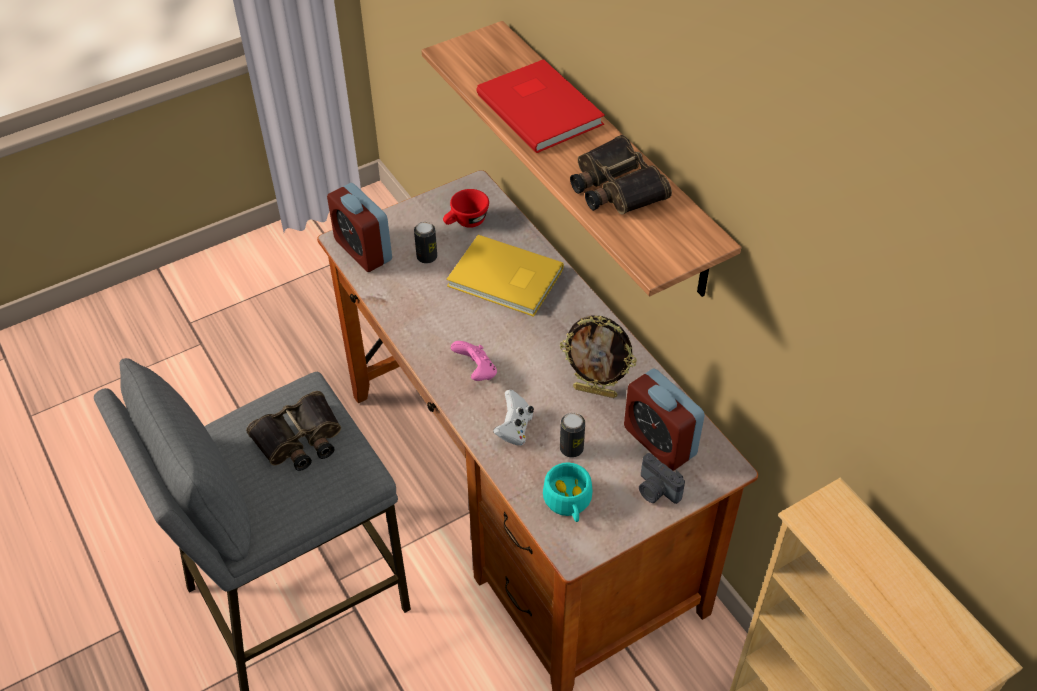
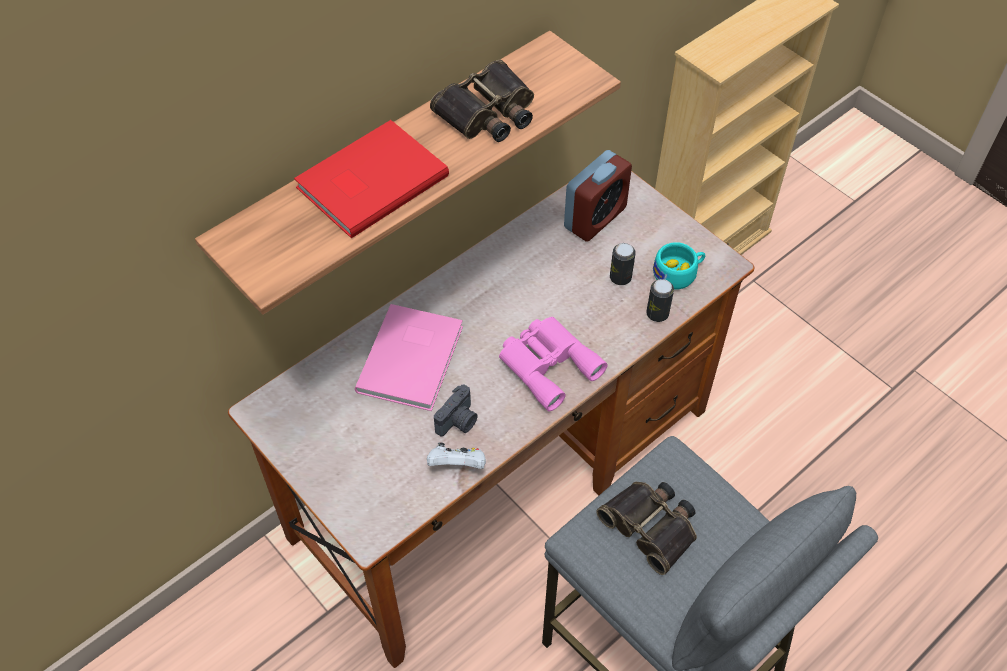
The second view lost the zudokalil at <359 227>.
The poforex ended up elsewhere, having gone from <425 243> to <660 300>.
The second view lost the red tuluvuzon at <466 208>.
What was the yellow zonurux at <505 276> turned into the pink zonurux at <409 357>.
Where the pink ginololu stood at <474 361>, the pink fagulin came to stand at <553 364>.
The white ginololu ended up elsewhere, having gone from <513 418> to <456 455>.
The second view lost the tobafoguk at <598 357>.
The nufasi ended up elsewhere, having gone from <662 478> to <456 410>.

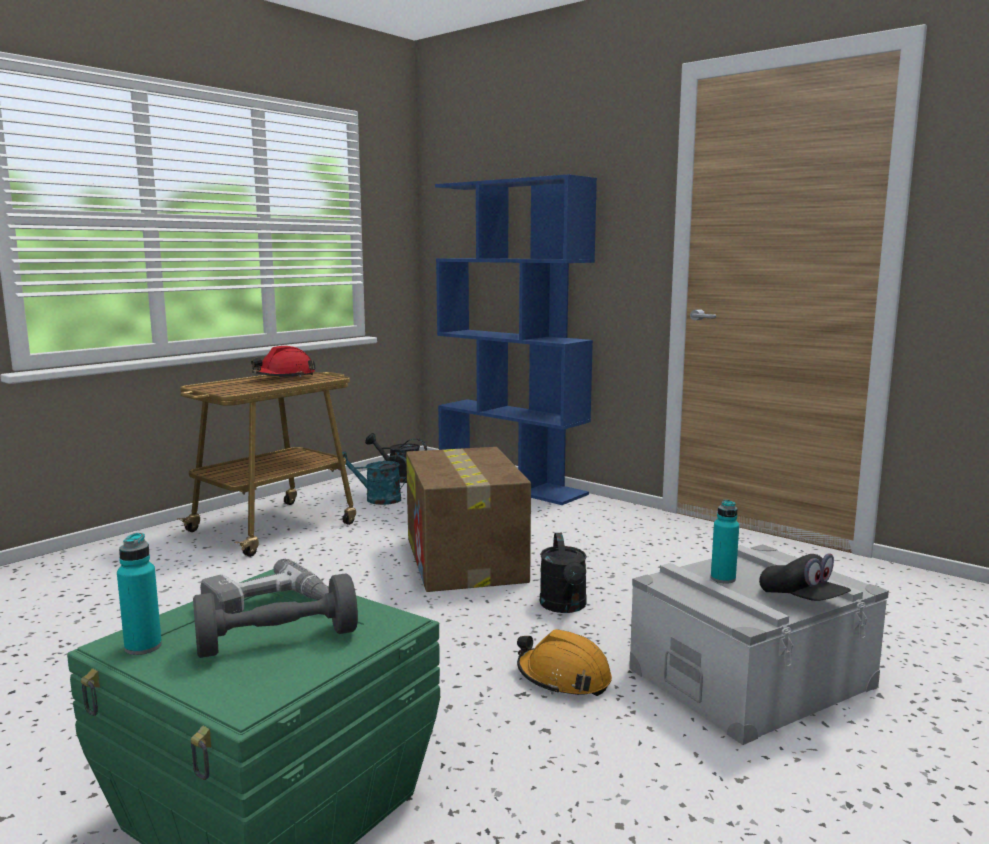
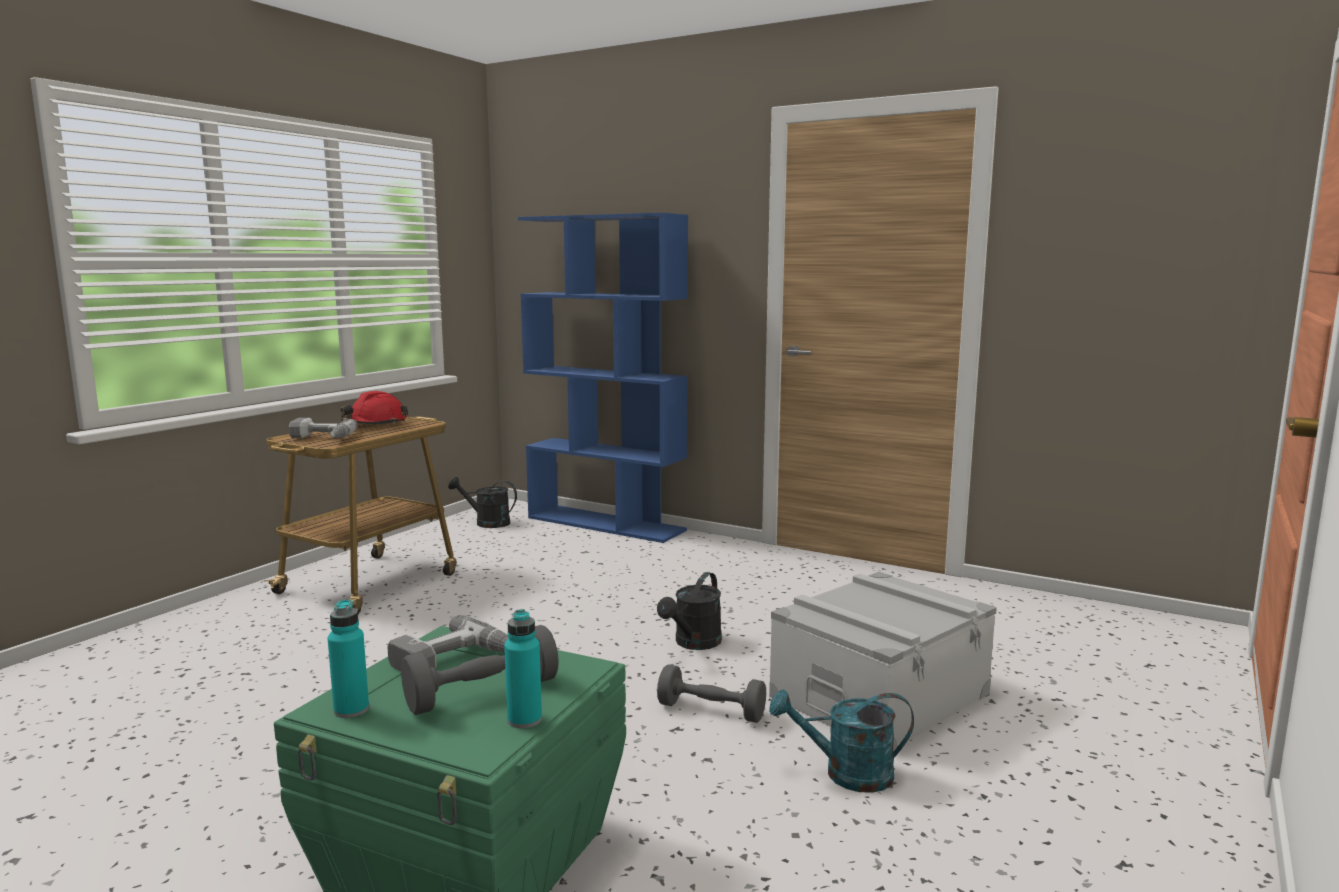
The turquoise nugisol ended up elsewhere, having gone from <374 478> to <841 741>.
The second view lost the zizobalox at <468 519>.
Where the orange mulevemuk stood at <564 662>, the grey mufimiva came to stand at <711 693>.
The black nugisol at <563 573> ended up facing another way, 45 degrees clockwise from before.
The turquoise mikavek ended up elsewhere, having gone from <725 542> to <523 669>.
The second view lost the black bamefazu at <805 577>.
The second view gained the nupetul at <323 428>.

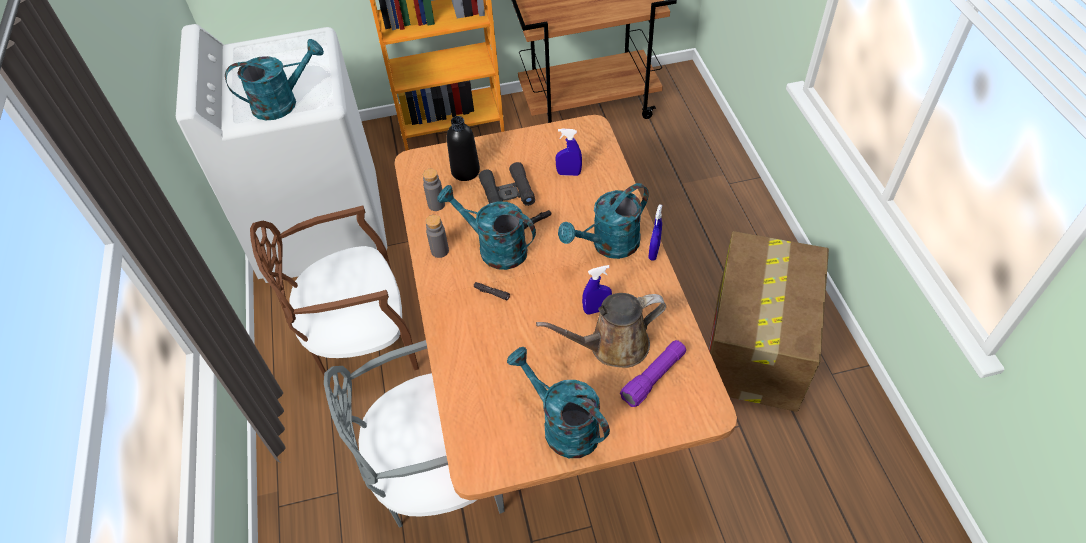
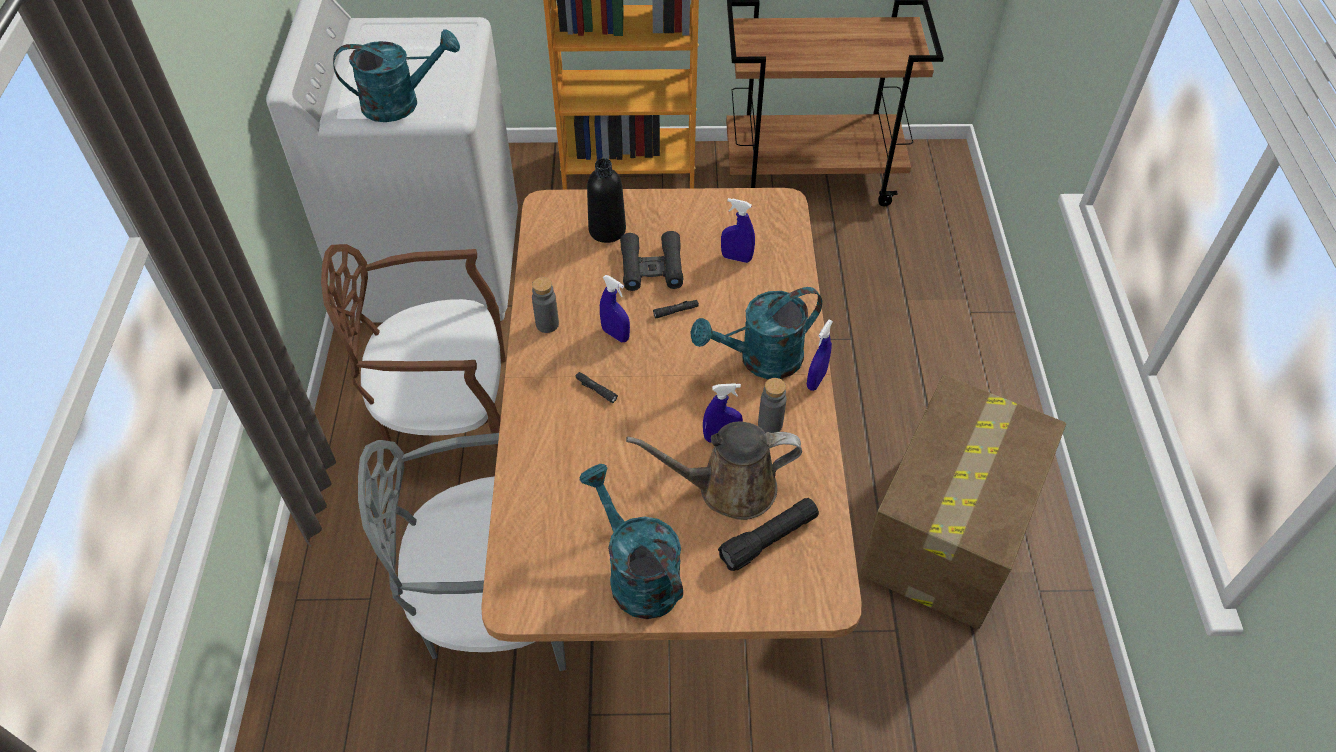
The grey mikavek ended up elsewhere, having gone from <434 190> to <772 405>.
Where the turquoise nugisol stood at <486 227>, the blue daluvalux came to stand at <615 308>.
What was the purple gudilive at <653 373> turned into the black gudilive at <768 534>.

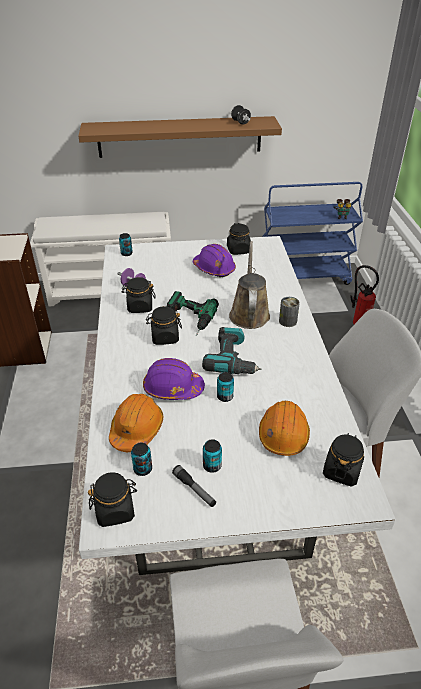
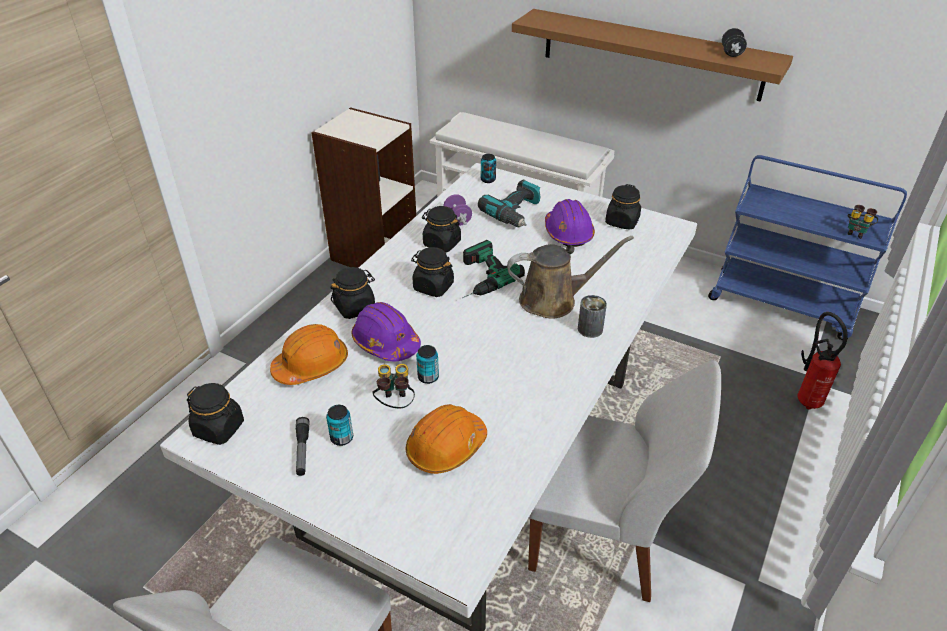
The second view lost the poforex at <141 459>.
The nupetul ended up elsewhere, having gone from <231 350> to <509 204>.
The brown nugisol at <249 285> ended up facing another way, 45 degrees clockwise from before.
The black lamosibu ended up elsewhere, having gone from <343 459> to <352 293>.
The second view gained the fagulin at <393 386>.

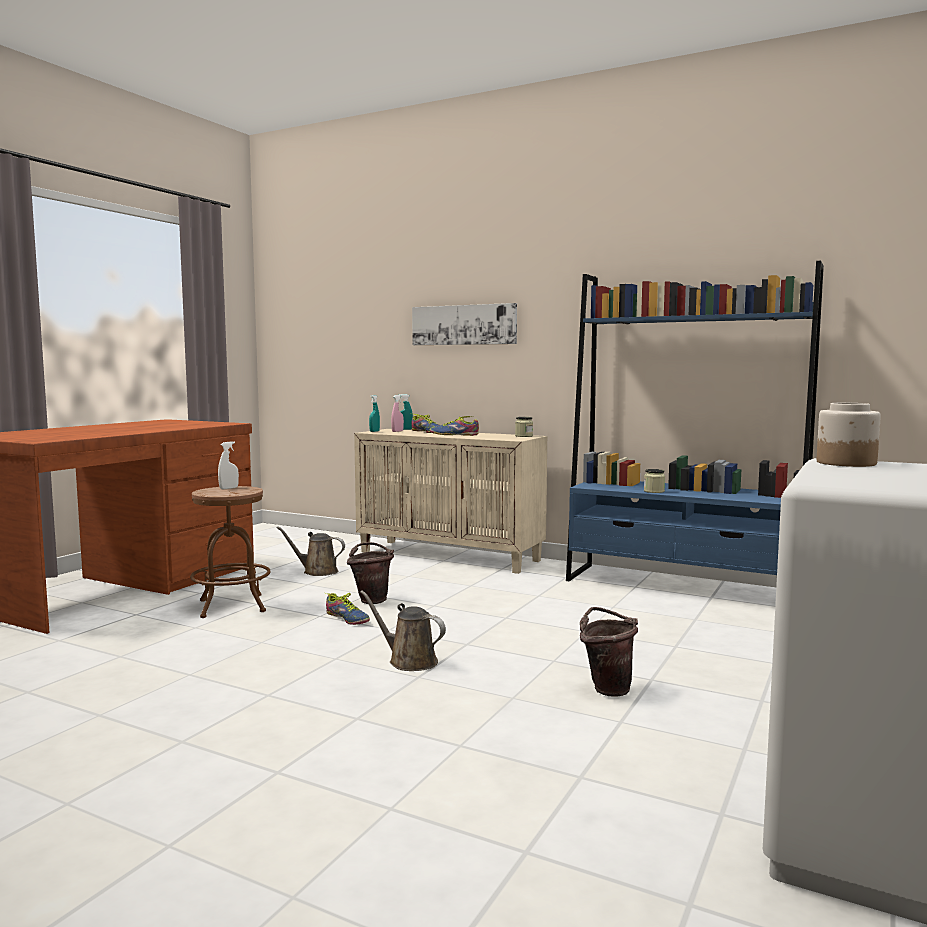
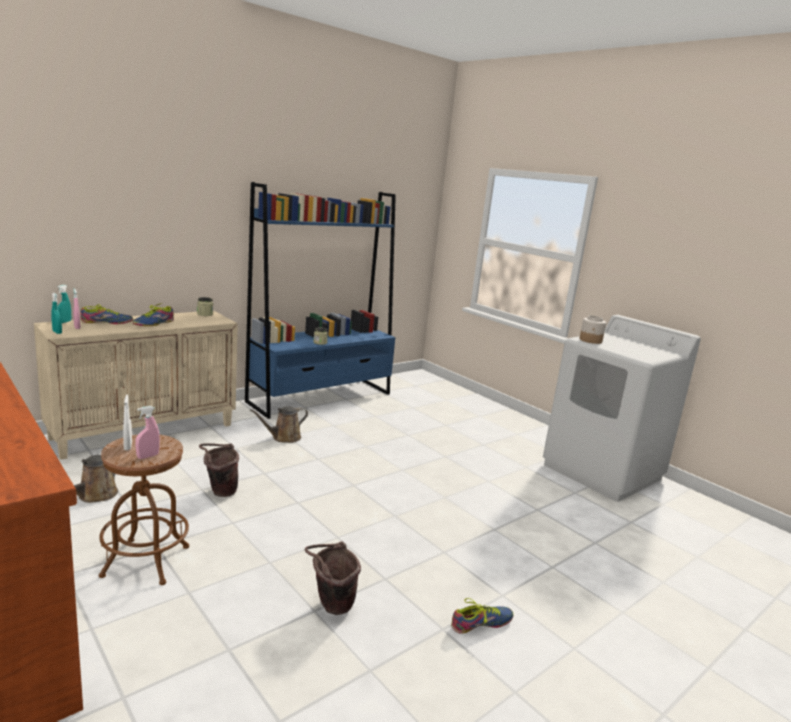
The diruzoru ended up elsewhere, having gone from <348 609> to <482 616>.
The brown nugisol ended up elsewhere, having gone from <403 630> to <279 424>.
The second view lost the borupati at <464 324>.
The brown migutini ended up elsewhere, having gone from <609 652> to <333 578>.
The second view gained the pink daluvalux at <147 432>.

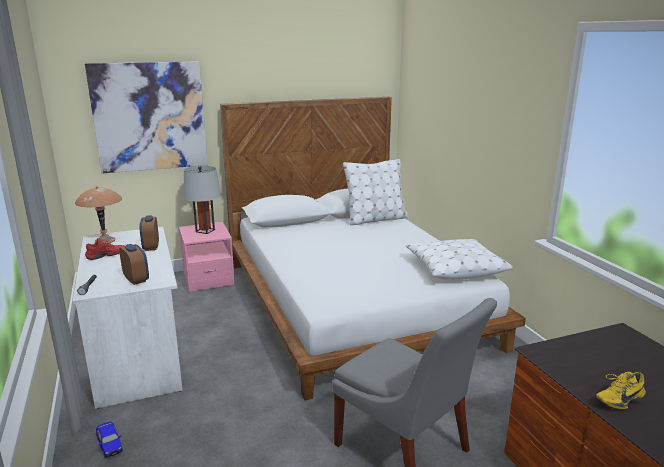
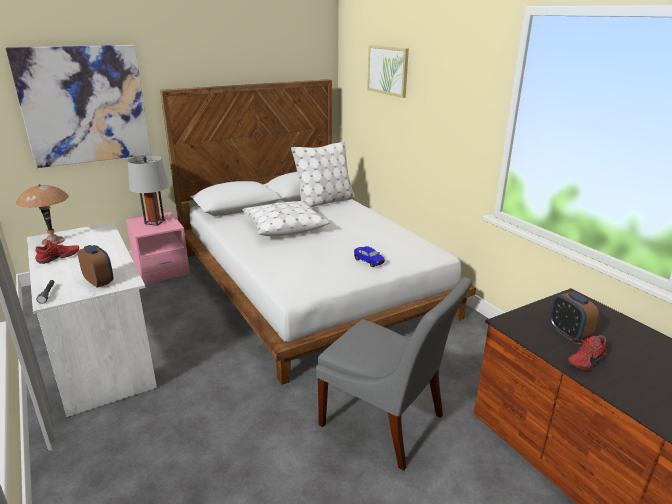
The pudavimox ended up elsewhere, having gone from <109 440> to <369 257>.
The zudokalil ended up elsewhere, having gone from <149 233> to <574 316>.
The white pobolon ended up elsewhere, having gone from <459 259> to <286 218>.
What was the yellow diruzoru at <621 391> turned into the red diruzoru at <587 353>.
The second view gained the borupati at <388 71>.

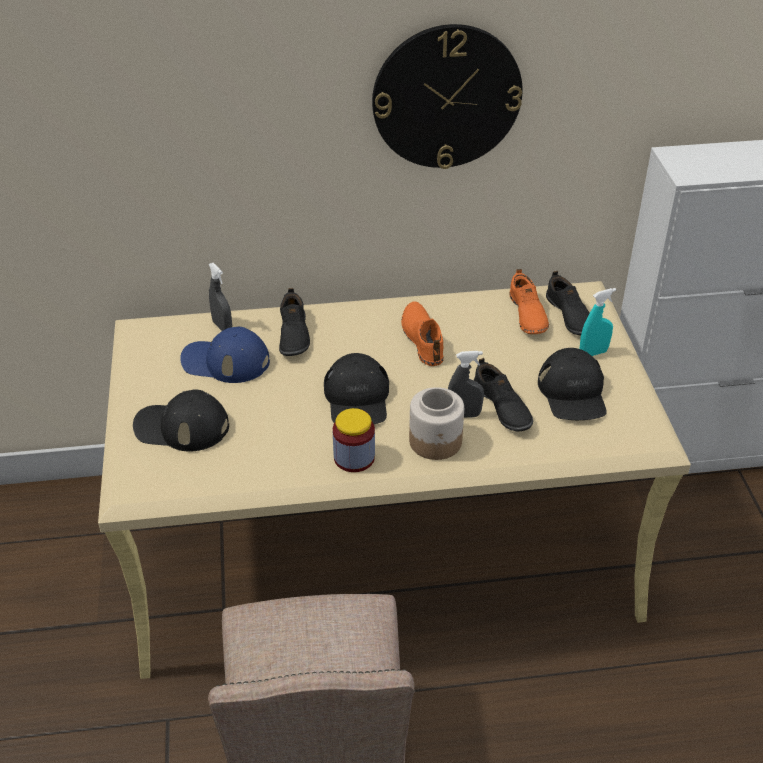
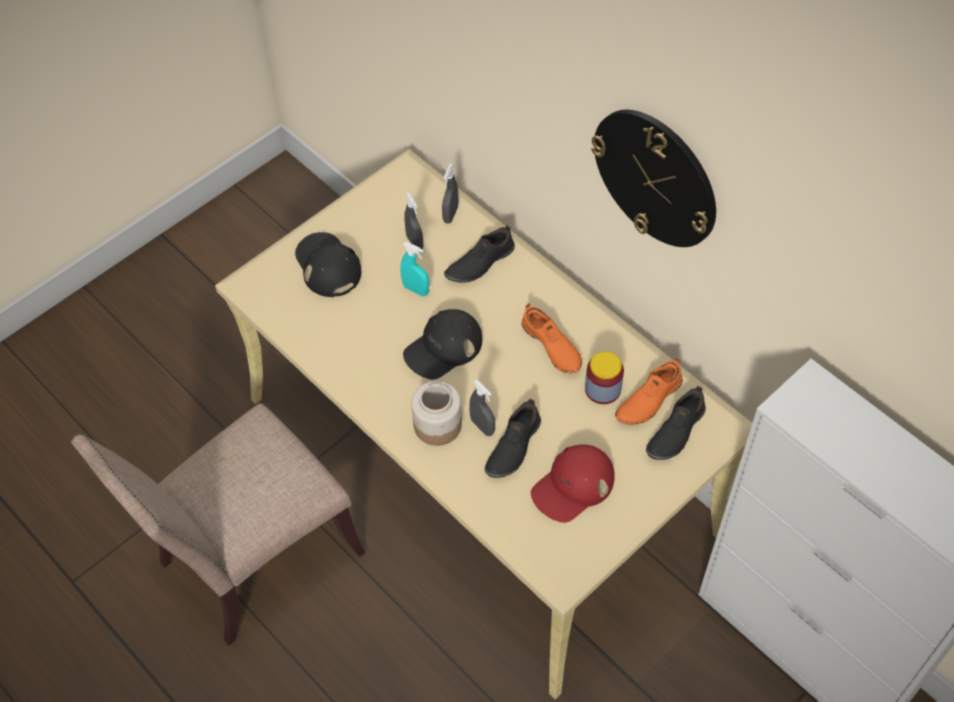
Where the blue bamefazu stood at <225 355>, the grey daluvalux came to stand at <414 220>.
The lamosibu ended up elsewhere, having gone from <354 440> to <604 377>.
The orange diruzoru at <422 333> ended up facing another way, 105 degrees clockwise from before.
What was the black bamefazu at <572 384> turned into the red bamefazu at <573 483>.
The turquoise daluvalux ended up elsewhere, having gone from <598 322> to <414 269>.

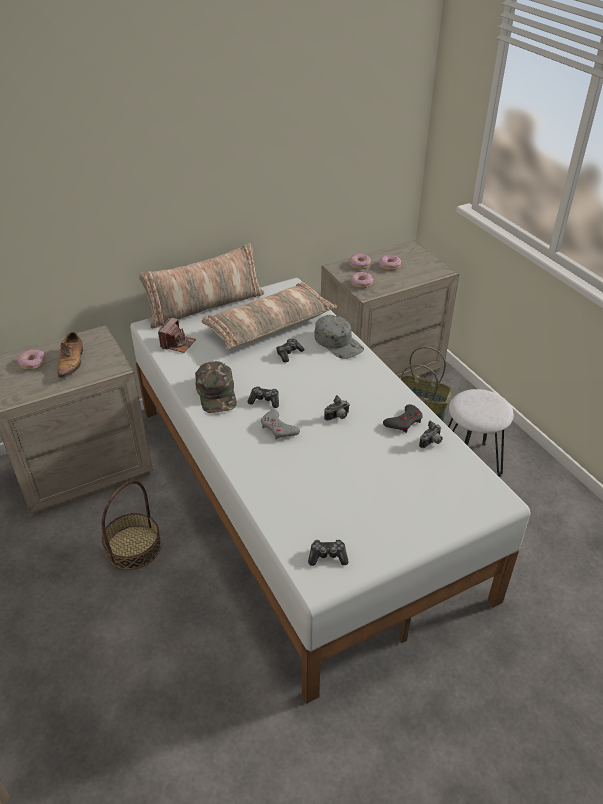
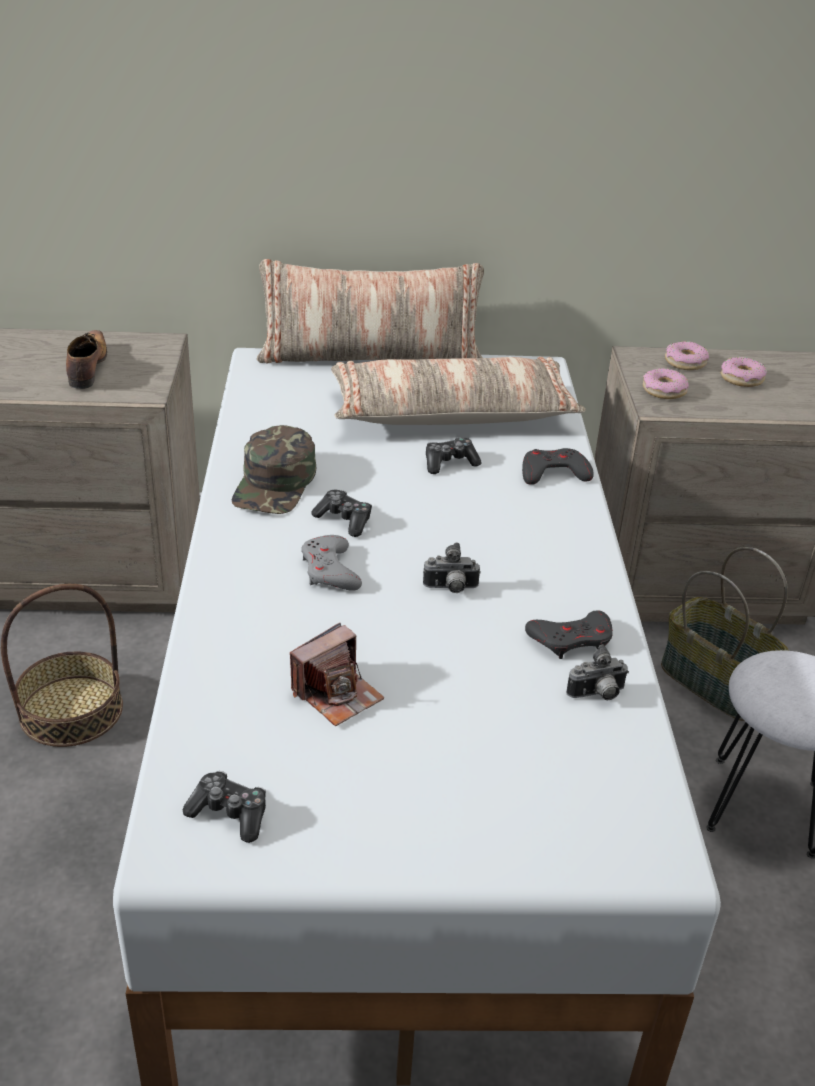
The second view lost the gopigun at <32 360>.
The diruzoru at <70 355> ended up facing another way, 150 degrees clockwise from before.
The nufasi ended up elsewhere, having gone from <177 335> to <337 674>.
Where the grey bamefazu stood at <339 337>, the grey ginololu came to stand at <558 466>.

